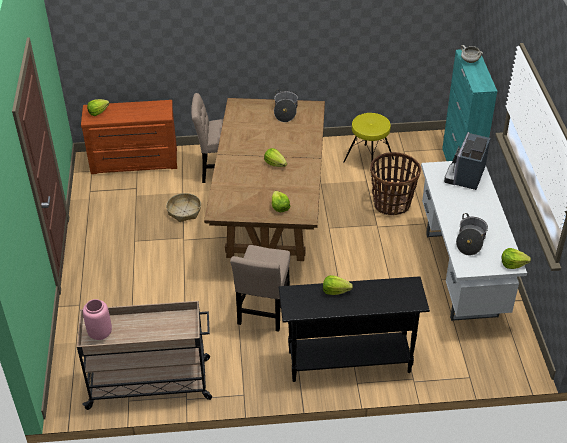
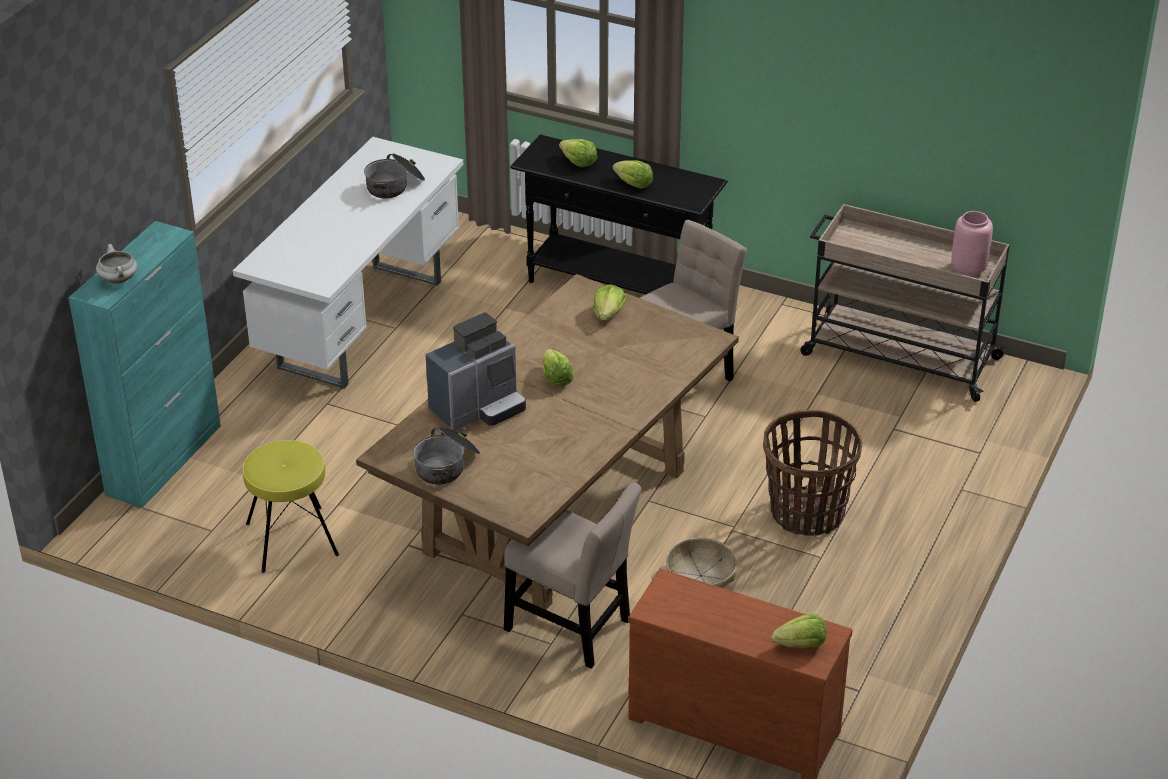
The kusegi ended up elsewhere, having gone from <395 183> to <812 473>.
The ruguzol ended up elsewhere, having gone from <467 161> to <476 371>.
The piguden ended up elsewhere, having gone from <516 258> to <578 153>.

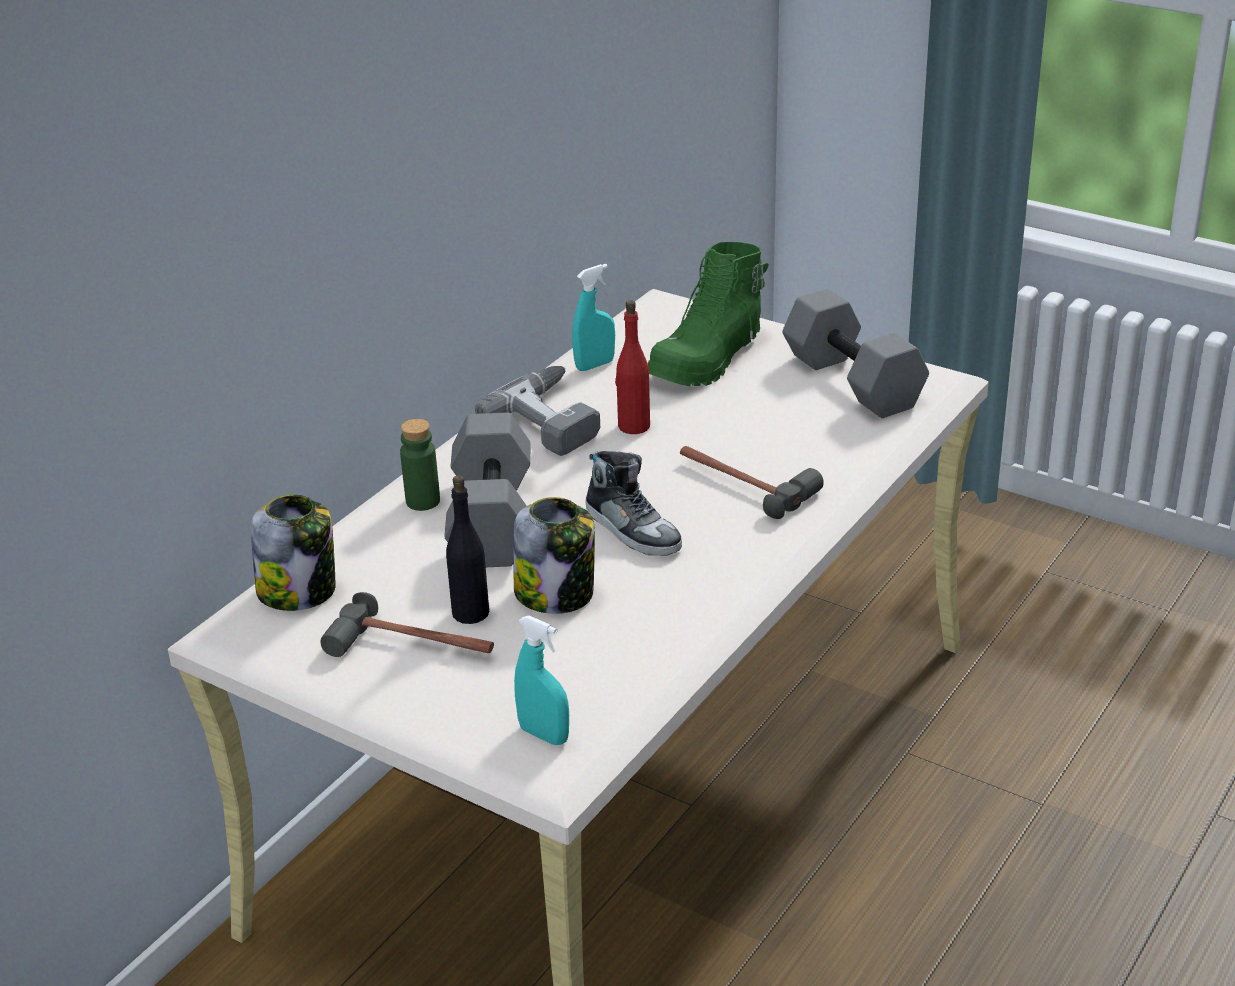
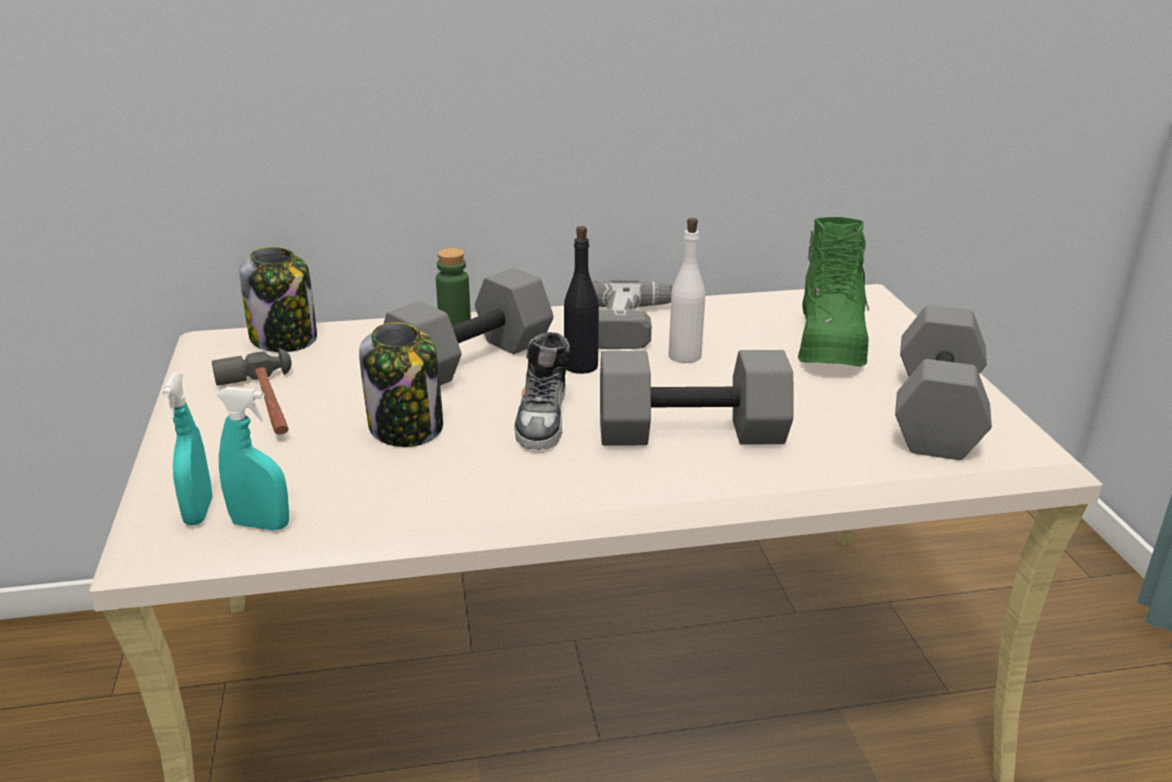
The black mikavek ended up elsewhere, having gone from <467 549> to <581 300>.
The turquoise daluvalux ended up elsewhere, having gone from <593 317> to <252 458>.
What was the red mikavek at <632 367> turned into the white mikavek at <687 290>.
The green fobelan at <708 314> ended up facing another way, 75 degrees counterclockwise from before.
Where the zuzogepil stood at <752 482>, the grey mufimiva came to stand at <696 398>.

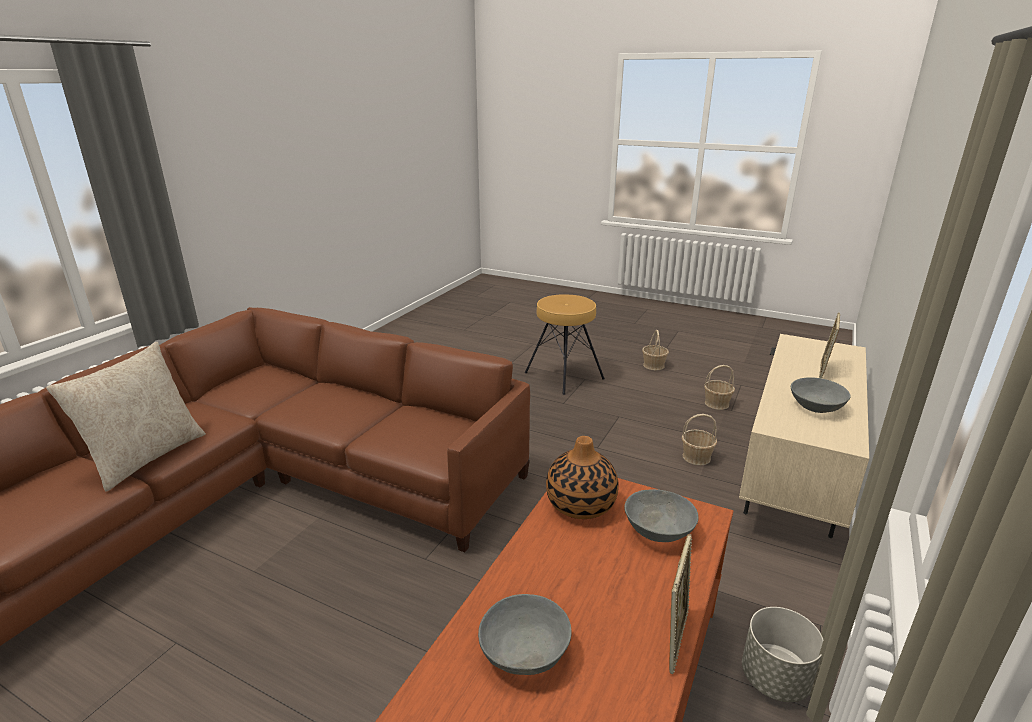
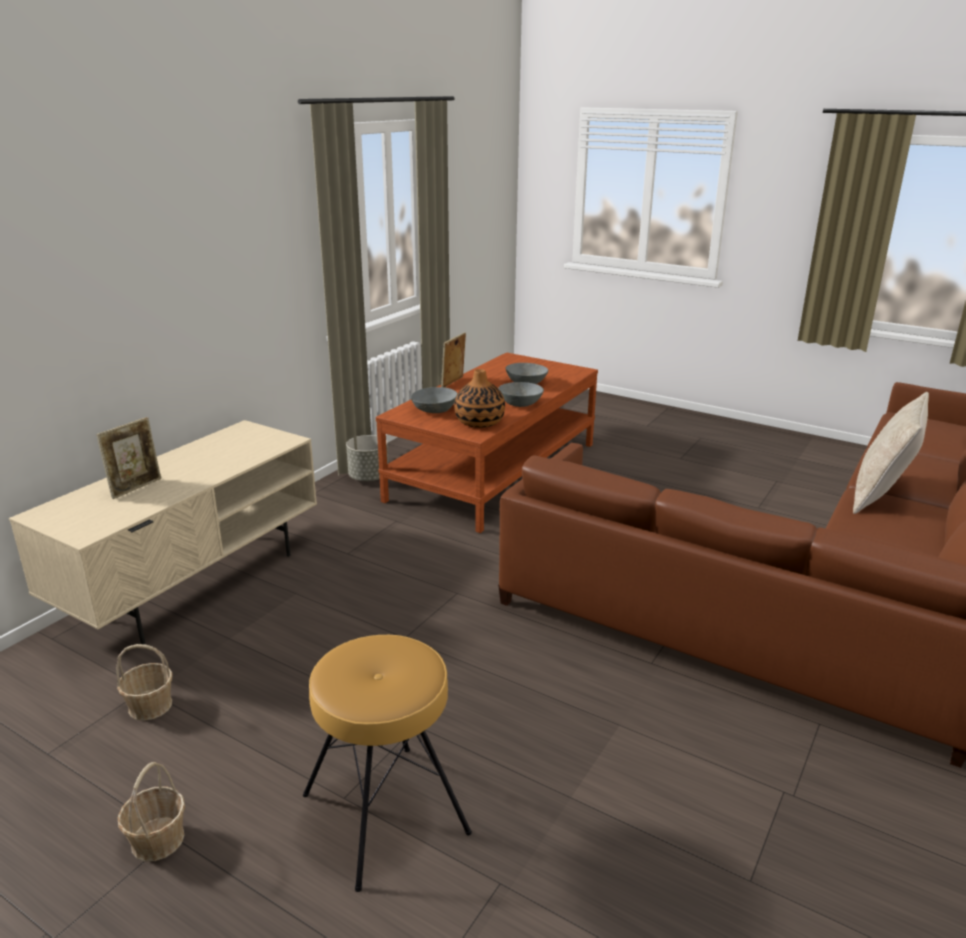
The second view lost the kusegi at <699 439>.
The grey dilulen ended up elsewhere, having gone from <821 395> to <521 394>.

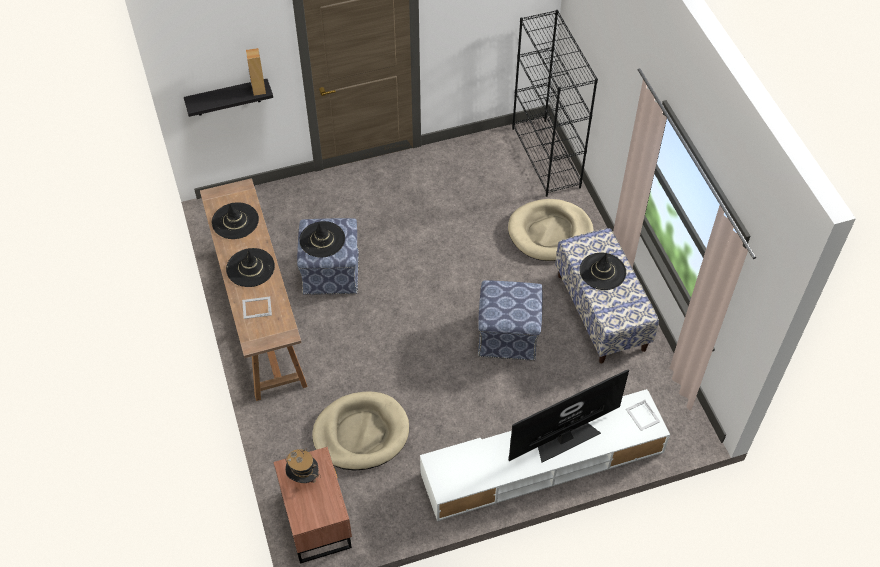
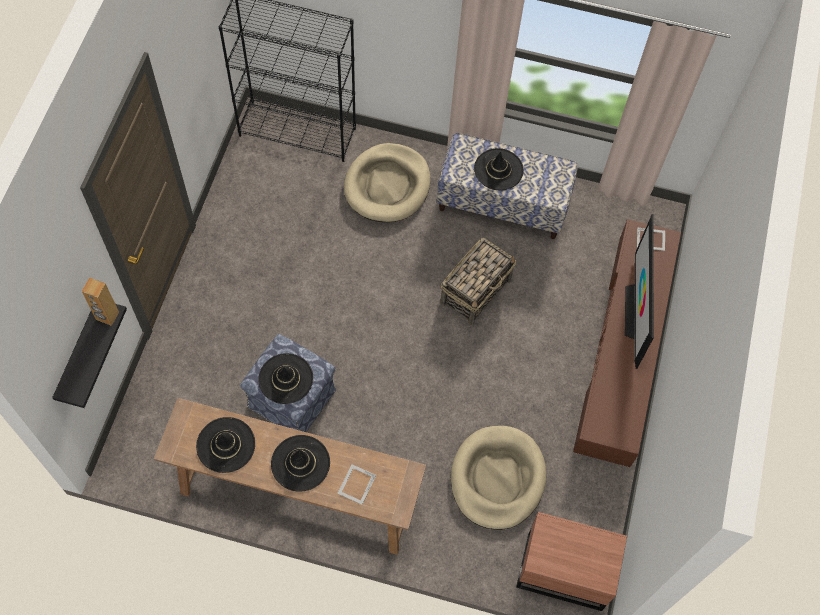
The second view lost the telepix at <302 466>.
What was the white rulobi at <545 455> turned into the brown rulobi at <627 343>.
Where the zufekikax stood at <510 320>, the kusegi came to stand at <478 281>.

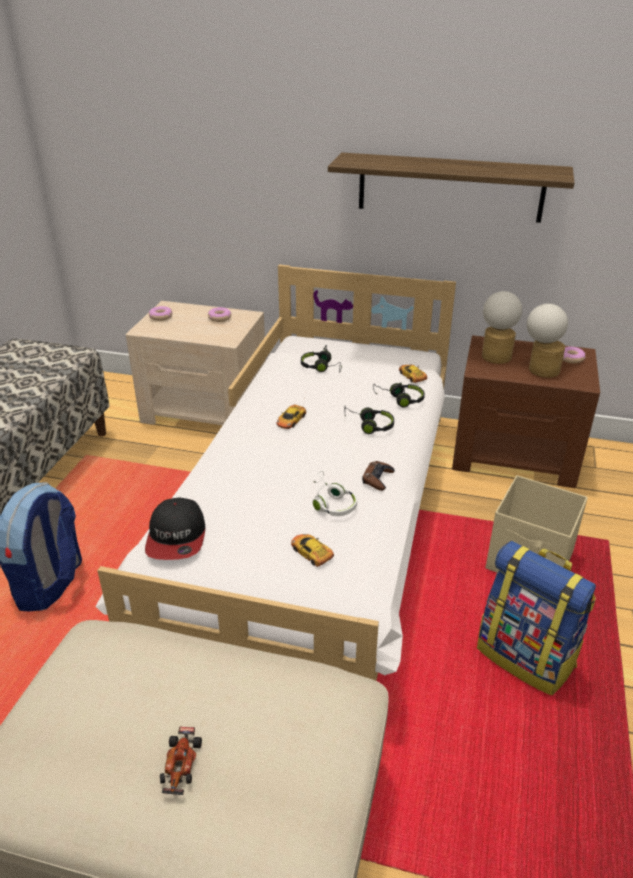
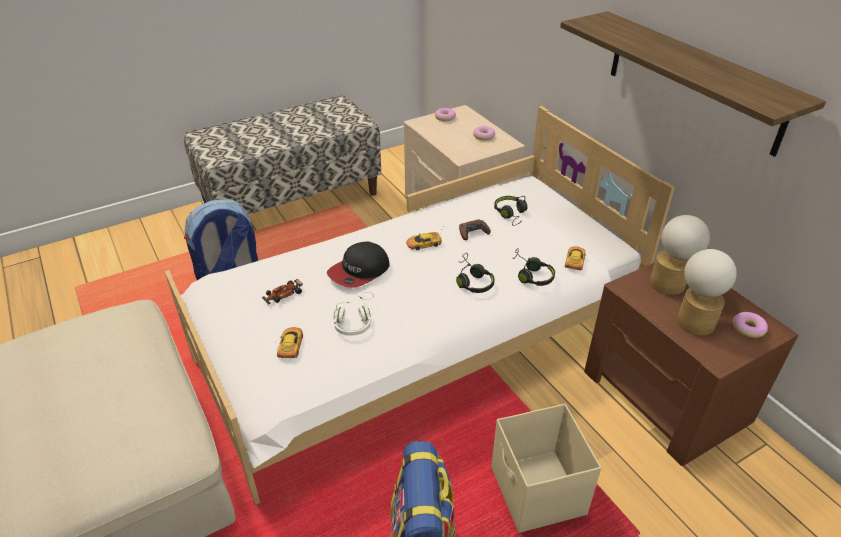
The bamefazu ended up elsewhere, having gone from <175 529> to <358 264>.
The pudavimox ended up elsewhere, having gone from <181 761> to <282 292>.
The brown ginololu ended up elsewhere, having gone from <378 476> to <475 230>.

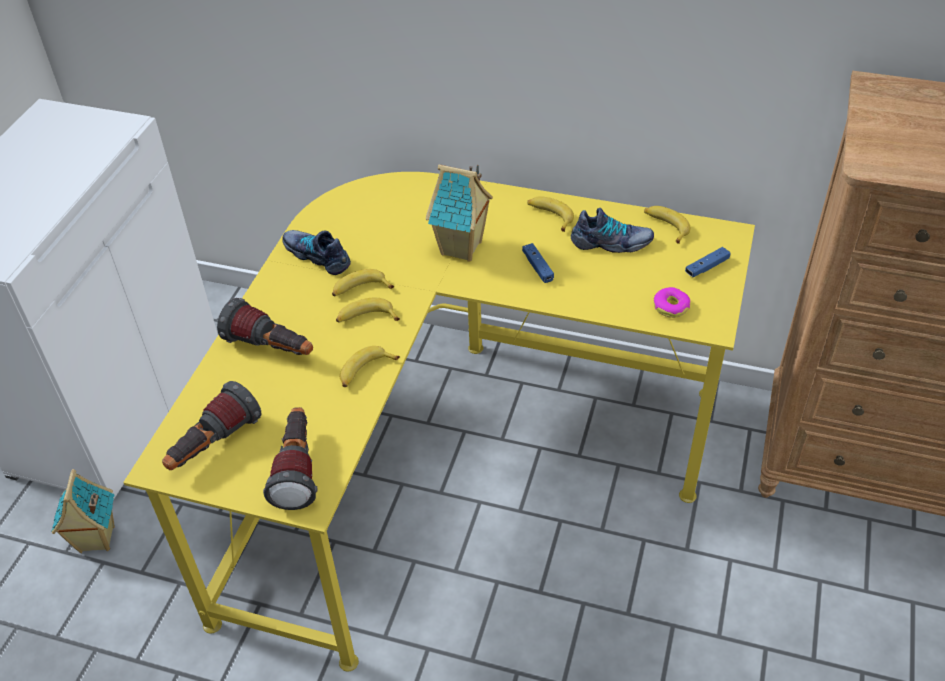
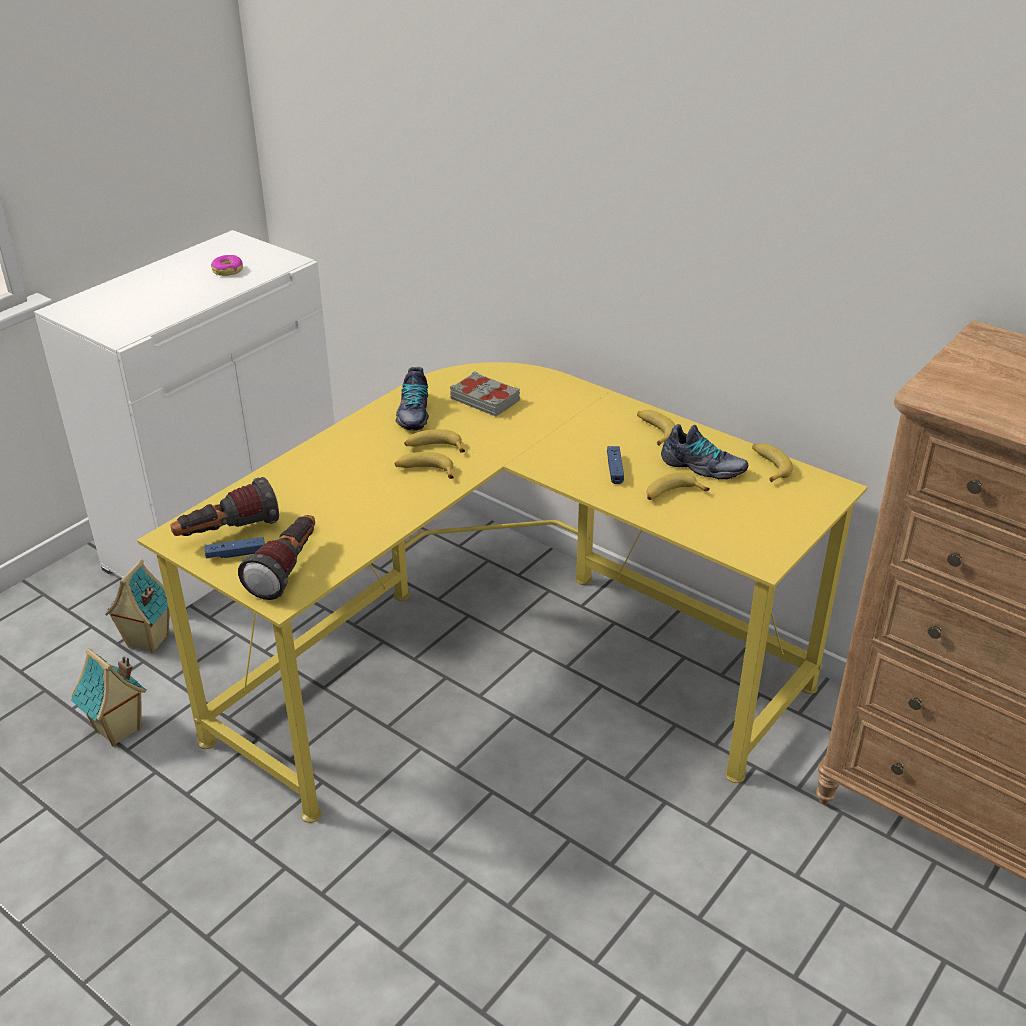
The second view lost the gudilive at <265 326>.
The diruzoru at <316 252> ended up facing another way, 150 degrees counterclockwise from before.
The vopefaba ended up elsewhere, having gone from <370 366> to <678 486>.
The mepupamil ended up elsewhere, having gone from <459 213> to <108 697>.
The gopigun ended up elsewhere, having gone from <672 302> to <227 265>.
The blue ginololu ended up elsewhere, having gone from <708 262> to <235 547>.
The second view gained the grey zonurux at <485 394>.

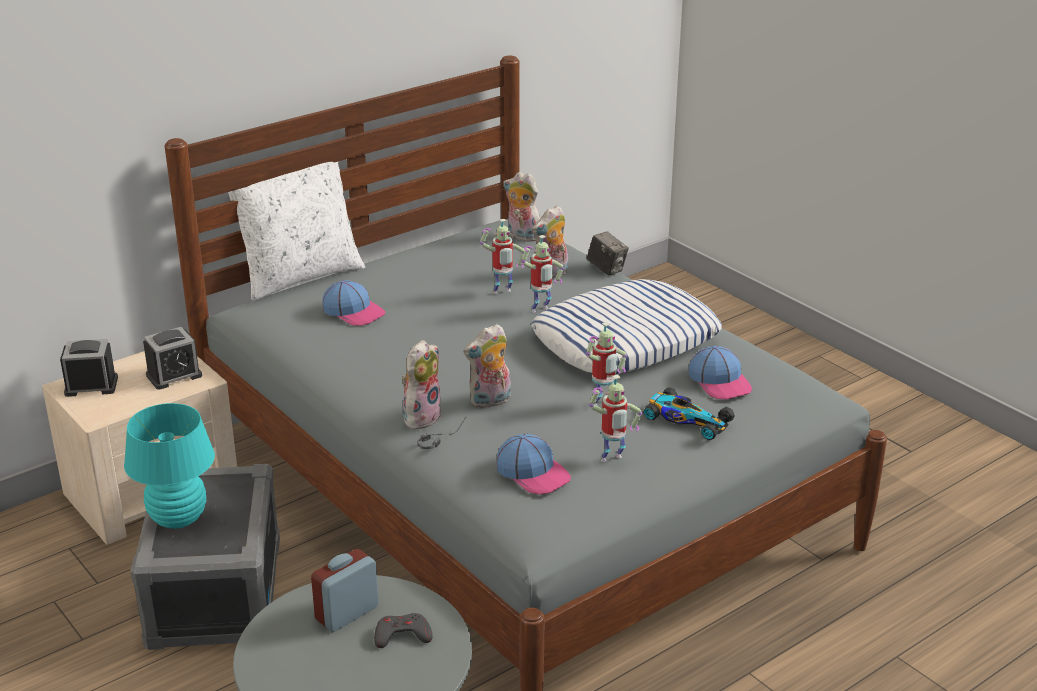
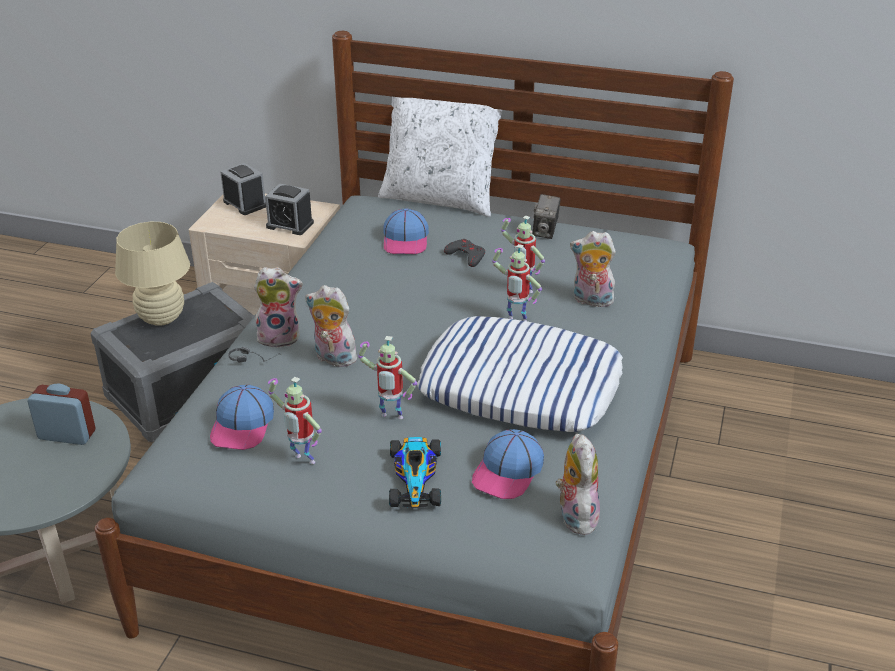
What was the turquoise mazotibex at <169 466> turned into the beige mazotibex at <152 274>.
The grey ginololu ended up elsewhere, having gone from <403 630> to <464 253>.
The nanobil ended up elsewhere, having gone from <521 207> to <577 484>.
The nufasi ended up elsewhere, having gone from <608 253> to <546 216>.

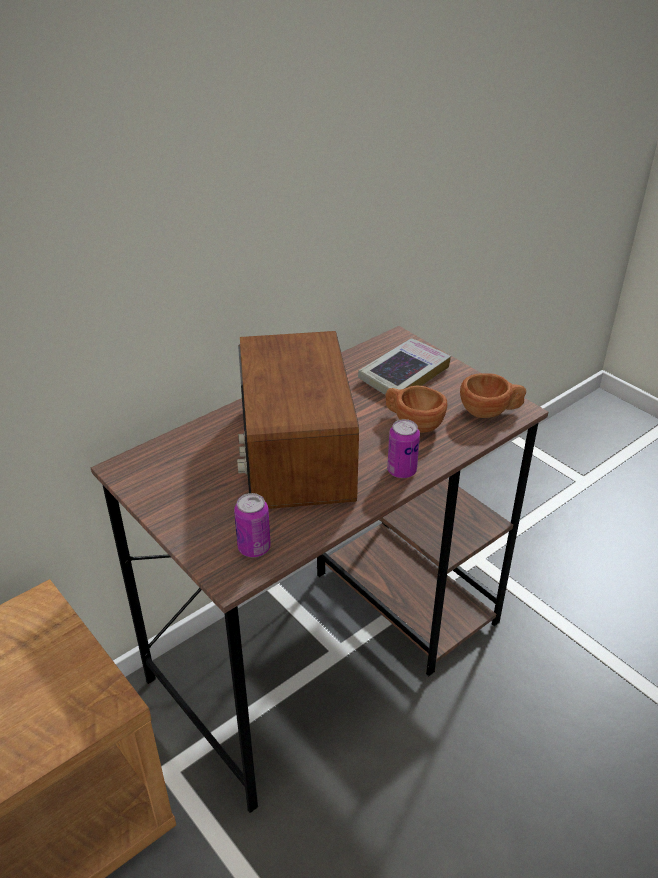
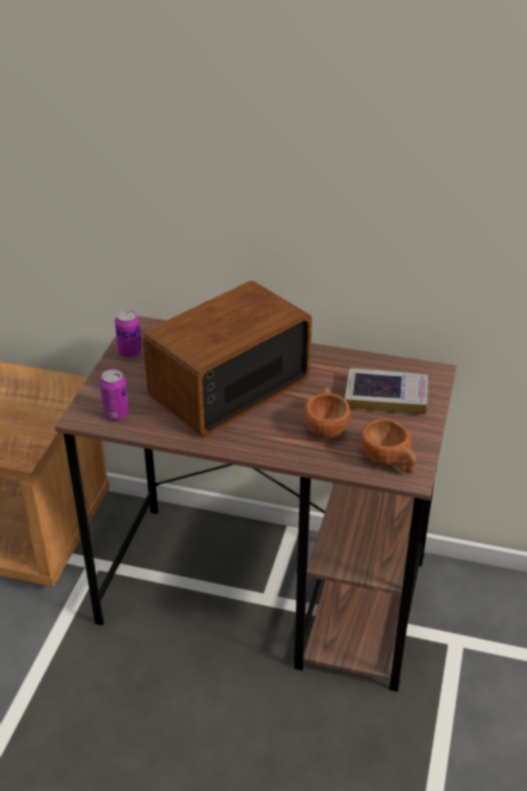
The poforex ended up elsewhere, having gone from <403 448> to <128 334>.

